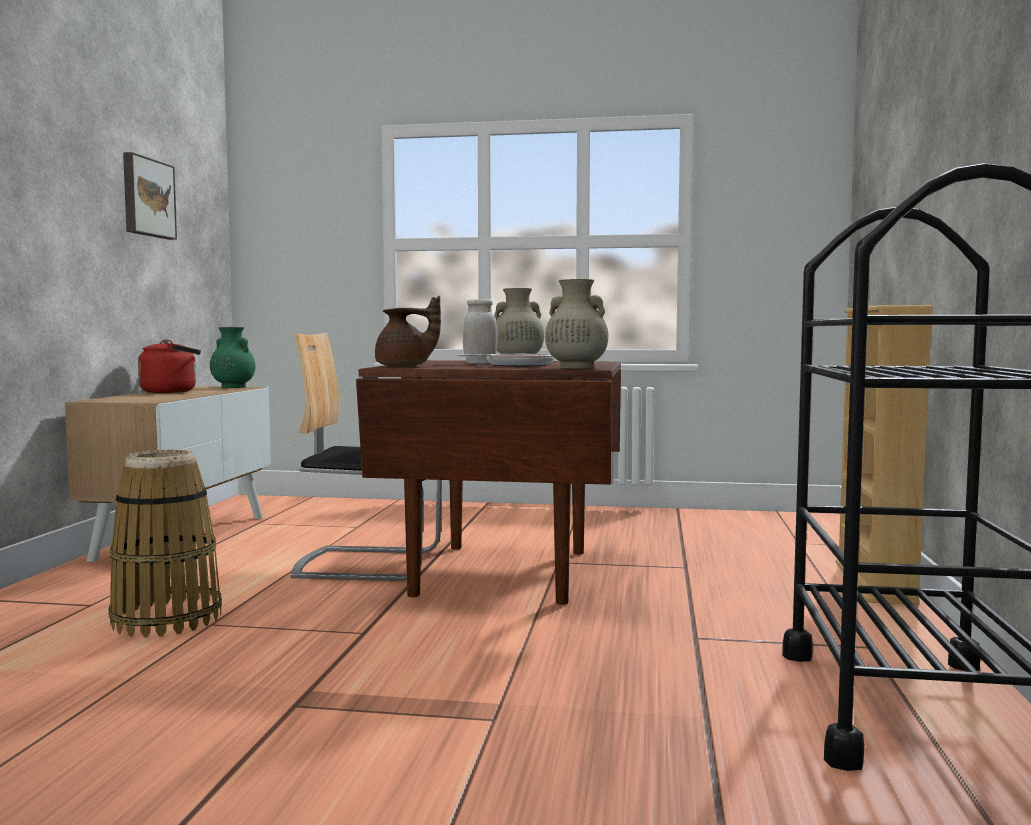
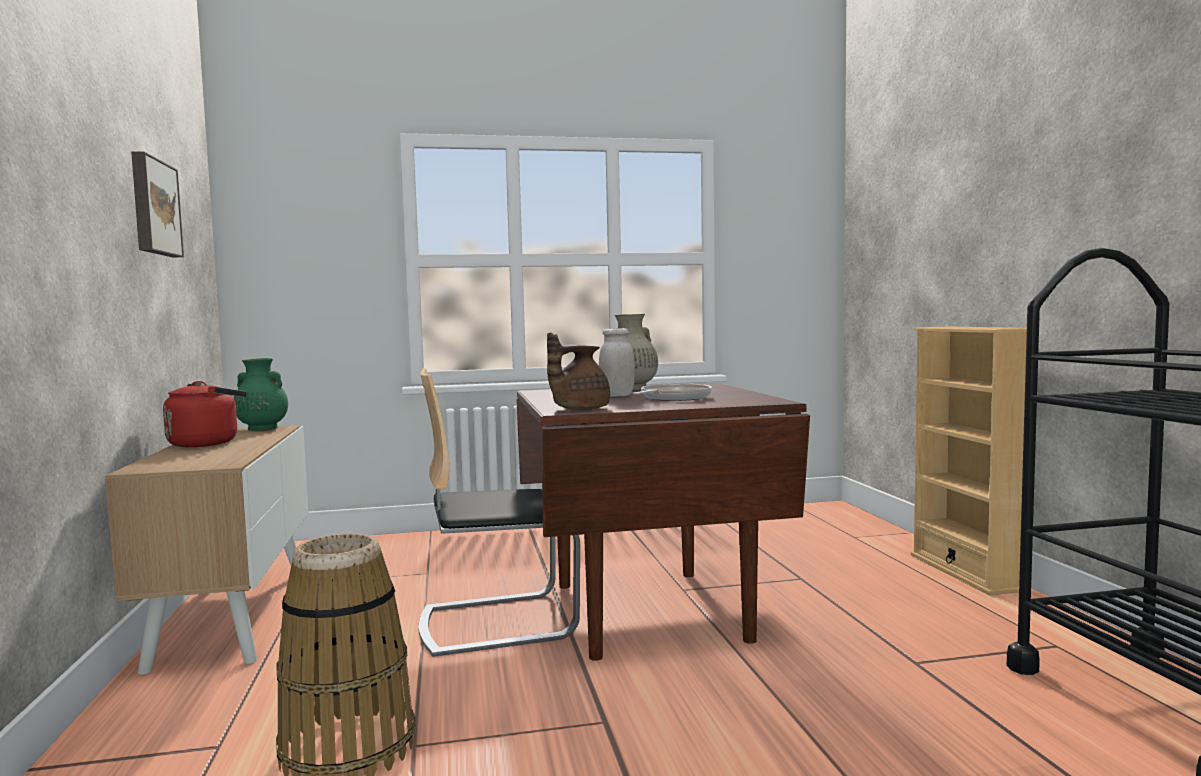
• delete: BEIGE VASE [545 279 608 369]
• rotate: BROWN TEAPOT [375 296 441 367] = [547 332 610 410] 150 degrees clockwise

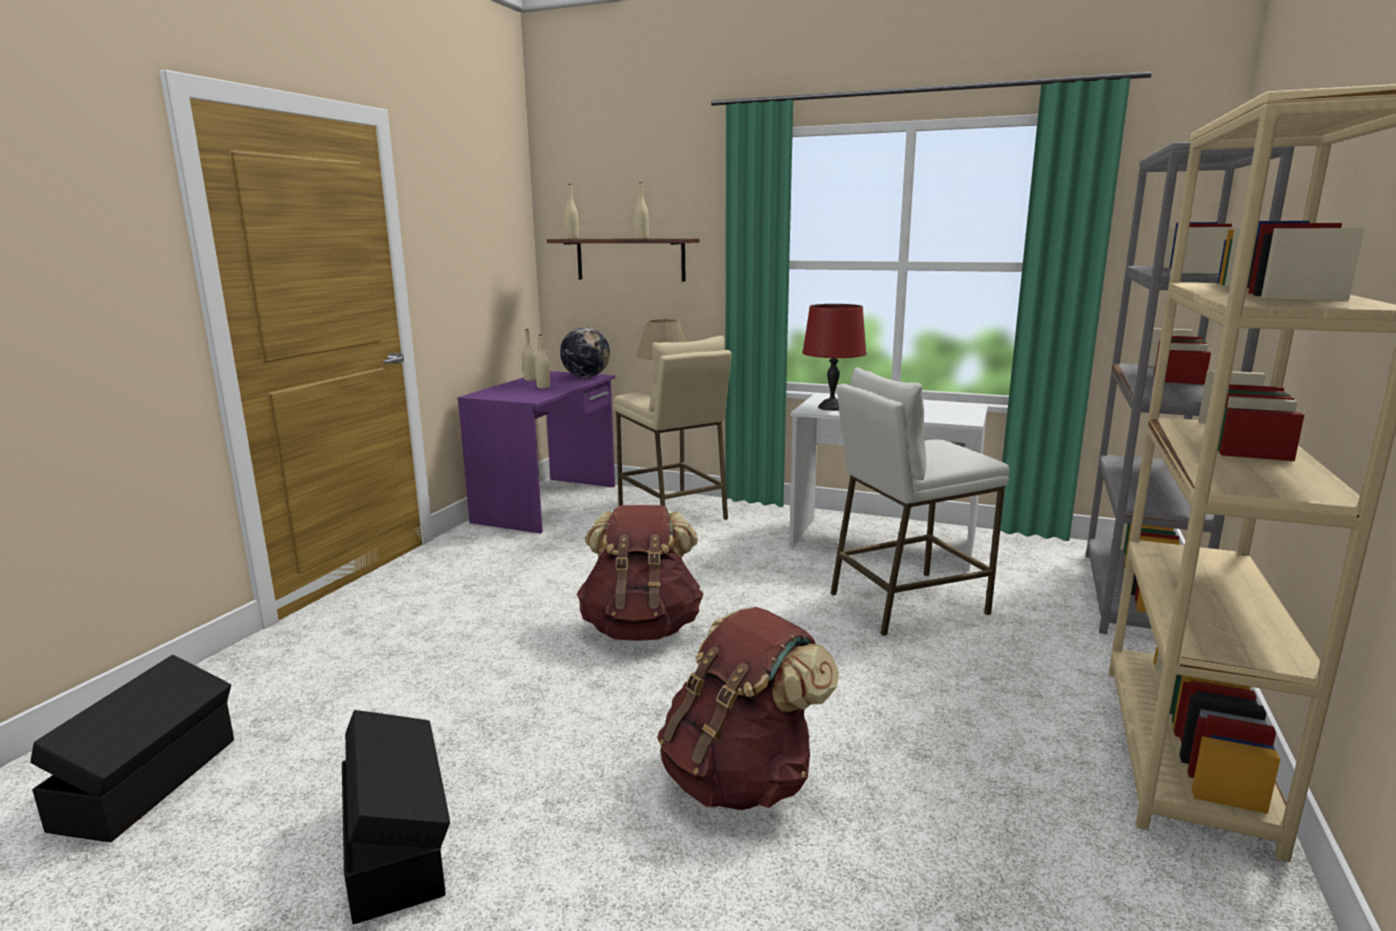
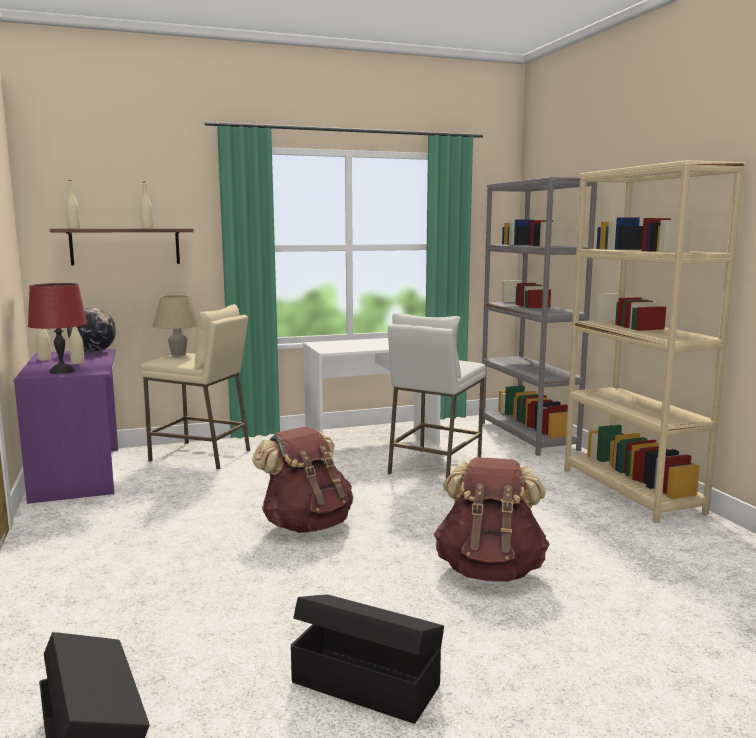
• move: RED TABLE LAMP [802 304 866 411] to [28 283 87 374]

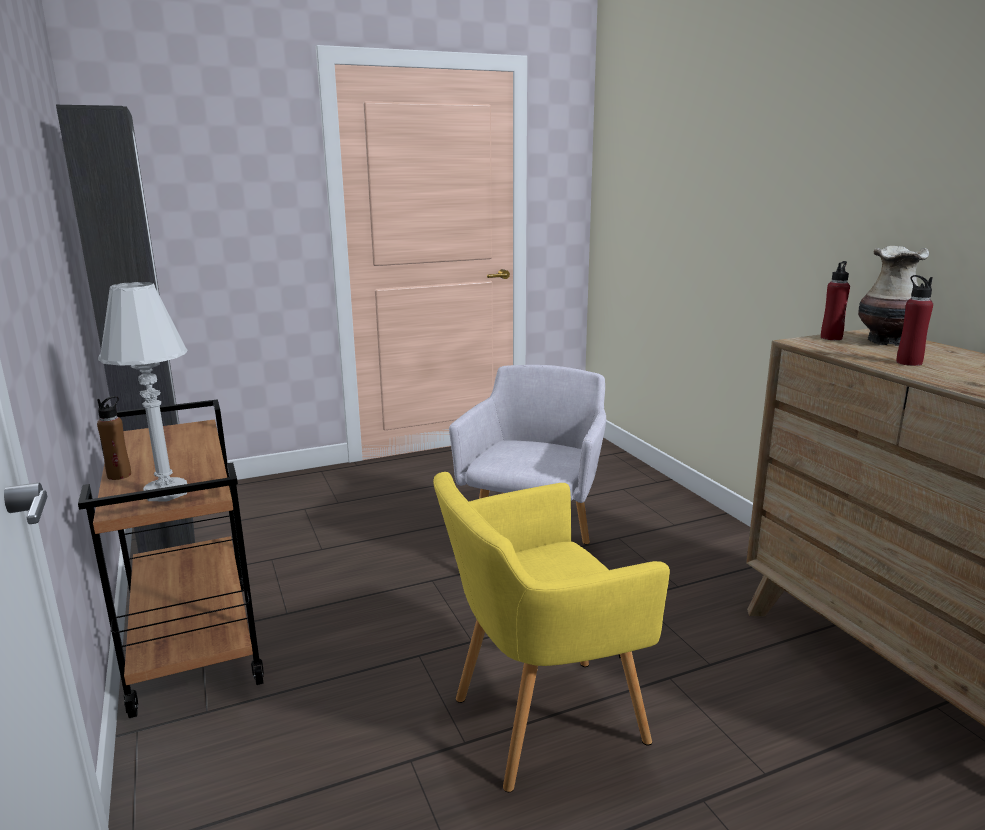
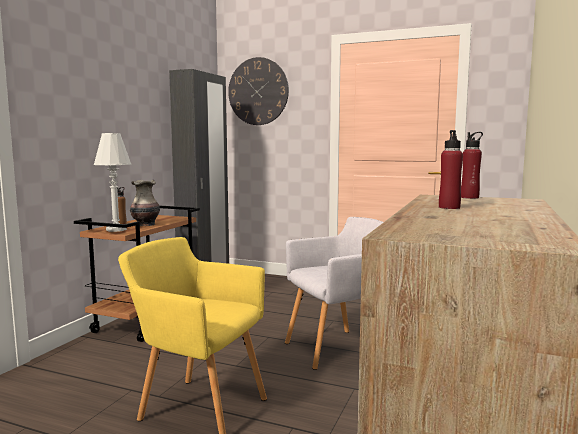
• move: VASE [858 246 929 346] to [130 180 160 226]
• insert: WALL CLOCK [228 57 289 125]

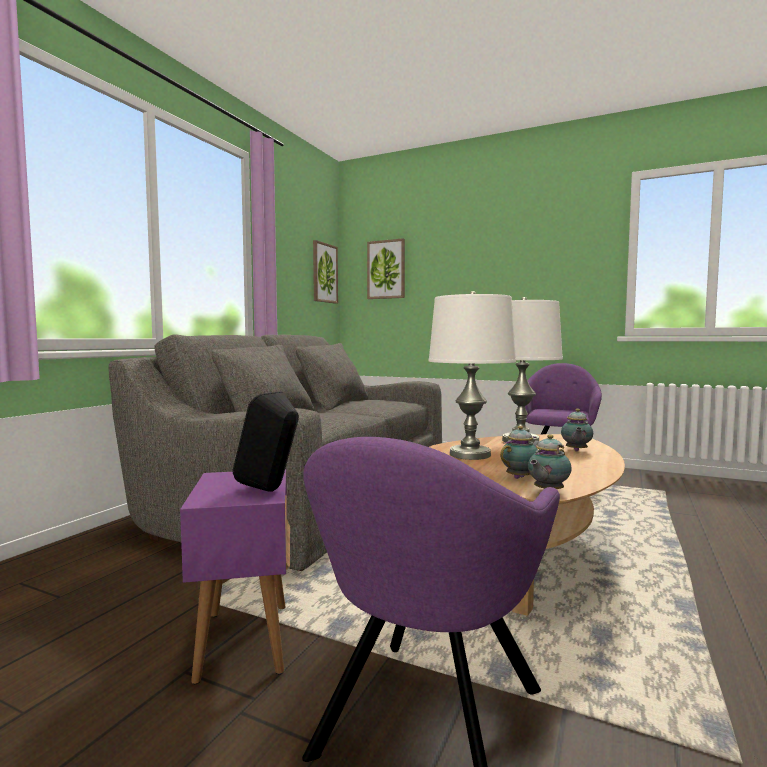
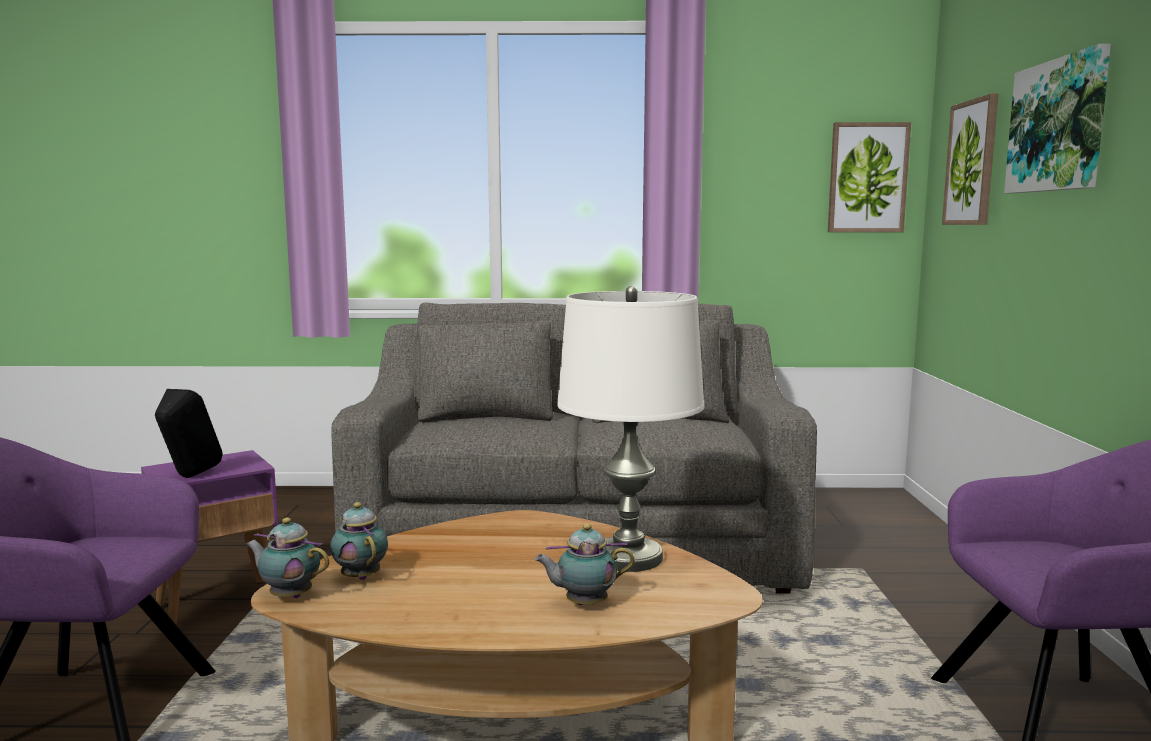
• delete: WHITE TABLE LAMP [429 291 516 460]
• rotate: TEAPOT [500 426 540 479] = [330 502 388 580] 150 degrees counterclockwise
• insert: PICTURE [1004 44 1111 193]

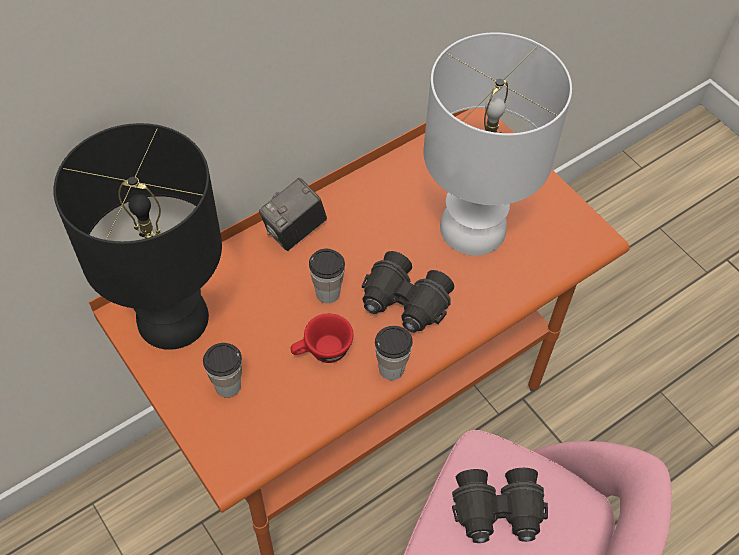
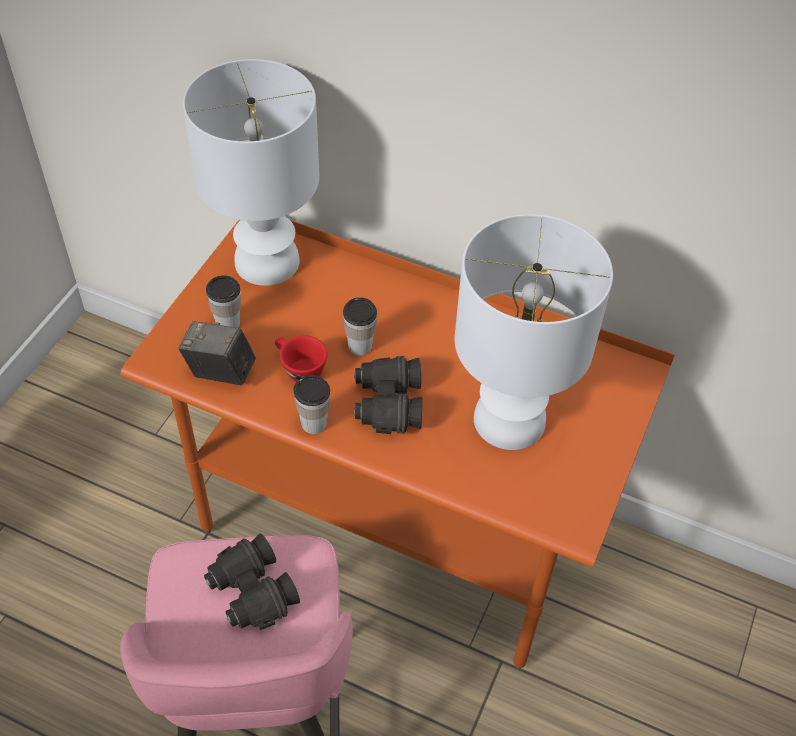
• recolor: BLACK TABLE LAMP [53 123 222 350] to WHITE TABLE LAMP [183 59 319 286]
• move: PHOTO CAMERA [259 178 327 251] to [178 321 256 386]

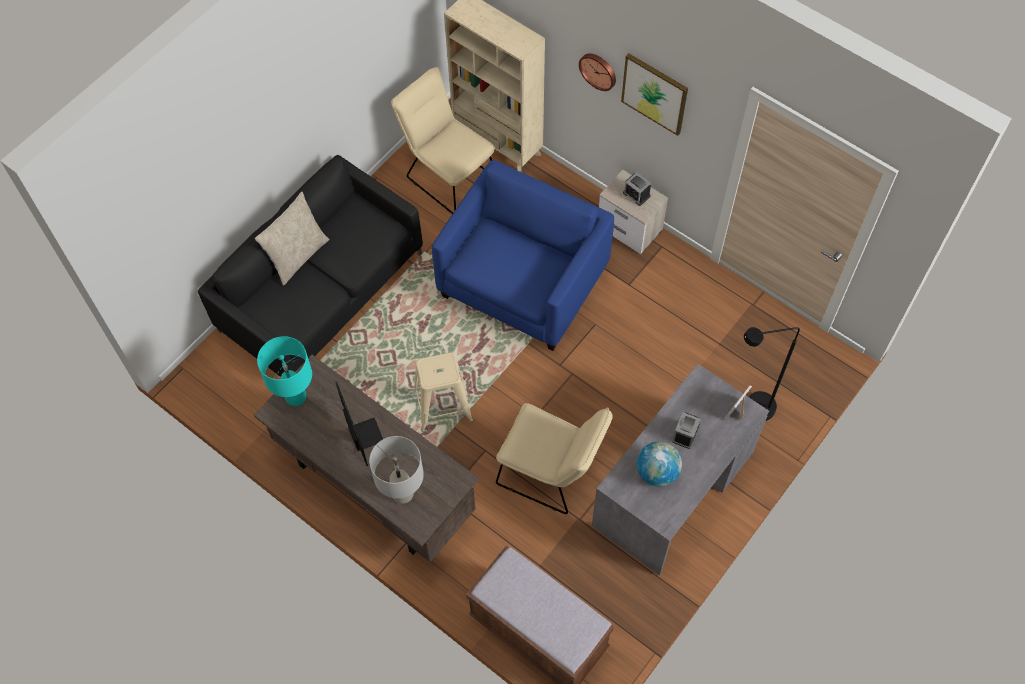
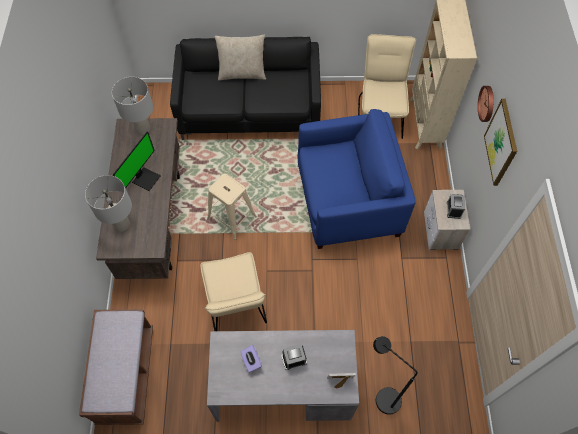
• recolor: TURQUOISE TABLE LAMP [257 336 312 406] to GREY TABLE LAMP [112 77 153 136]
• replace: GLOBE [637 441 682 487] to PURPLE TISSUE BOX [240 345 262 372]

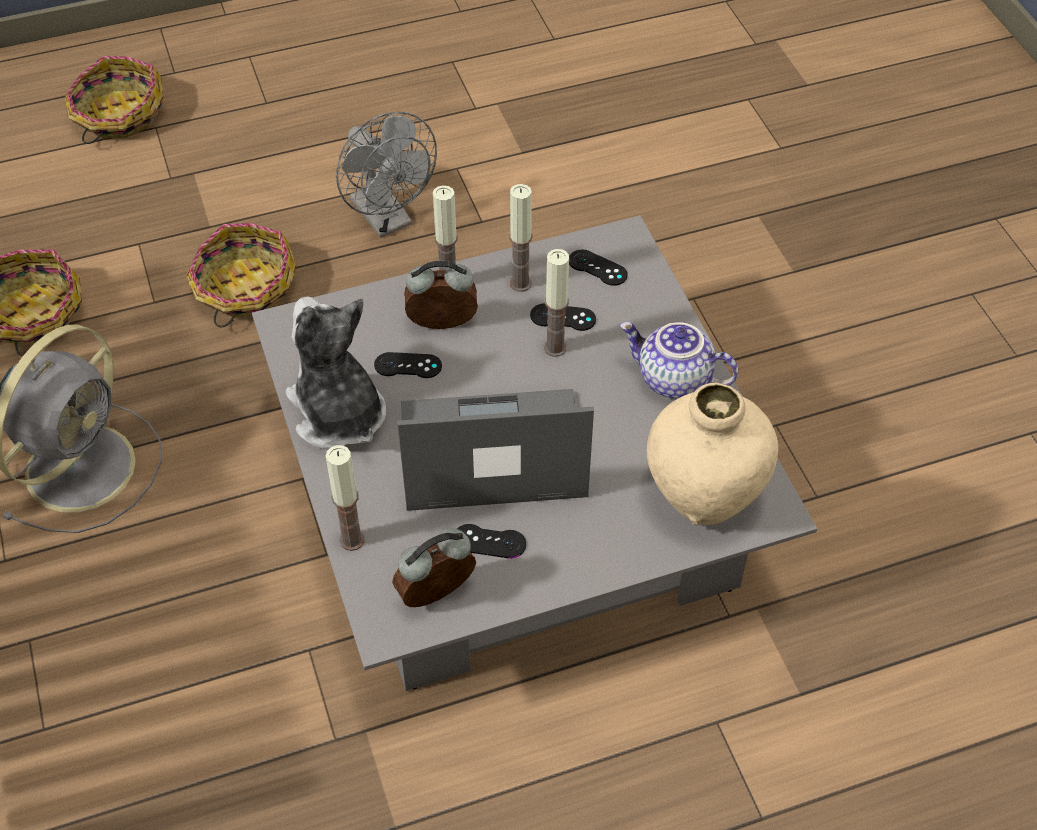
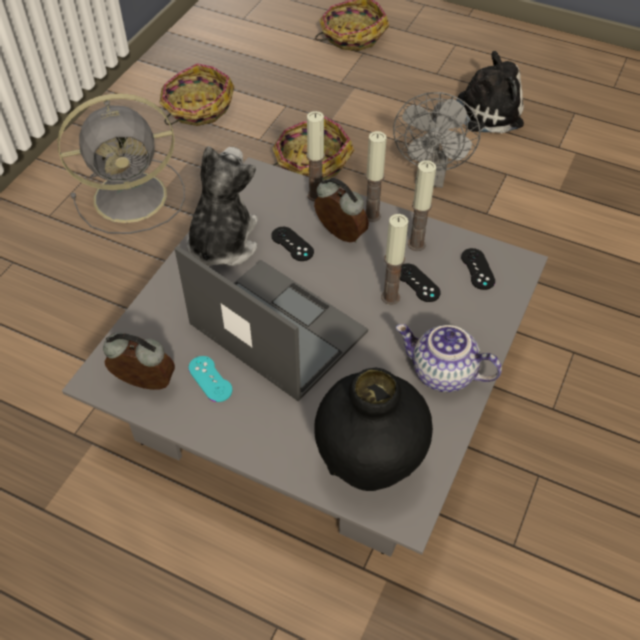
• rotate: TEAPOT [620 322 738 398] = [396 324 502 392] 45 degrees counterclockwise
• recolor: BEIGE VASE [647 383 778 526] to BLACK VASE [314 368 433 491]
• move: CANDLE [326 445 365 551] to [306 111 325 201]
• recolor: BLACK GAME CONTROLLER [457 524 526 558] to TURQUOISE GAME CONTROLLER [188 356 232 402]
• insert: PLUSH TOY [456 51 524 133]

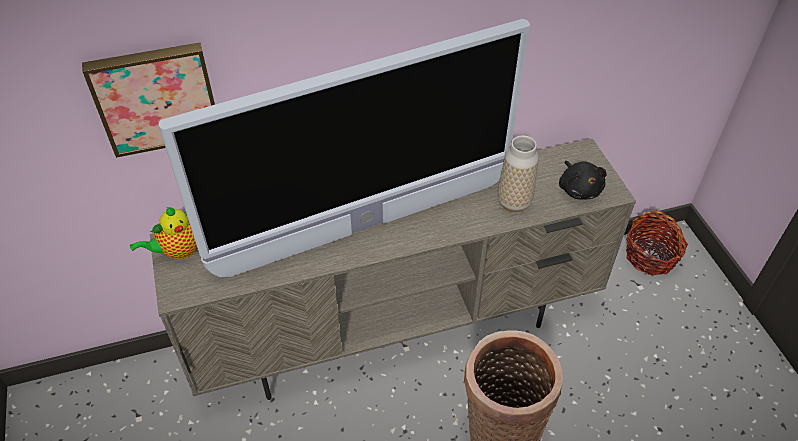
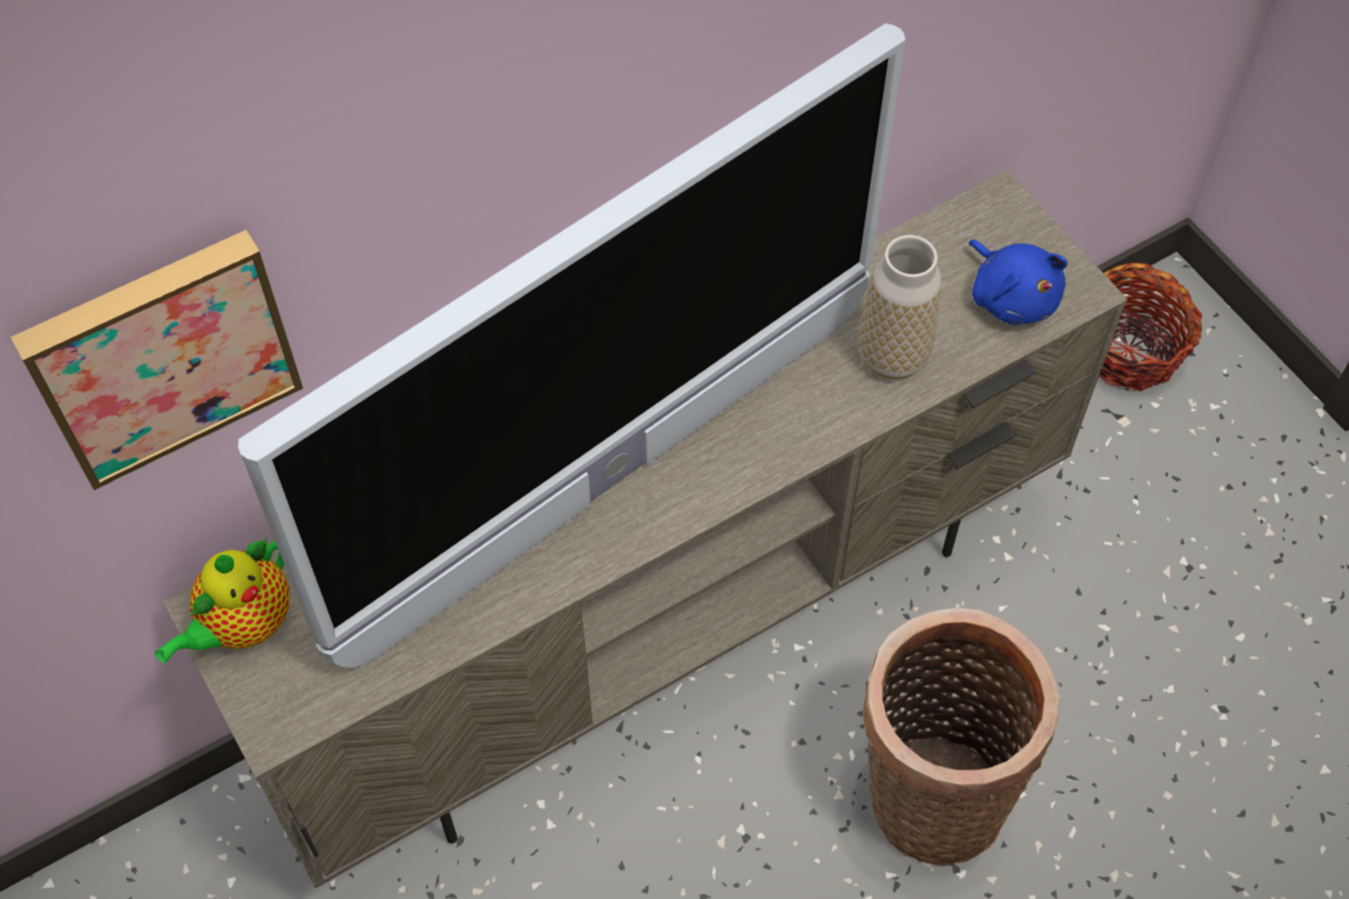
• recolor: BLACK PLUSH TOY [559 161 607 200] to BLUE PLUSH TOY [969 239 1067 325]

